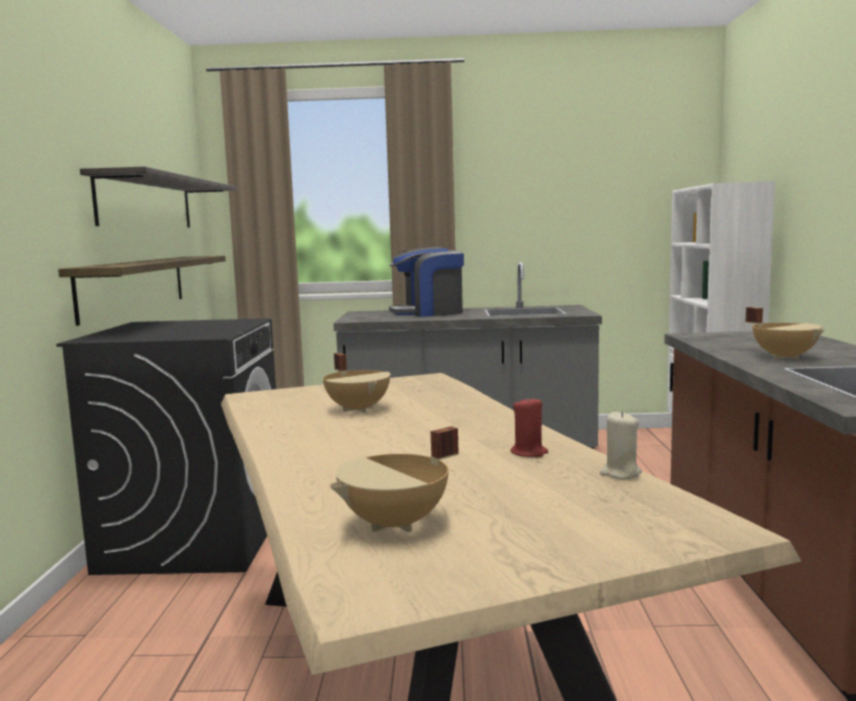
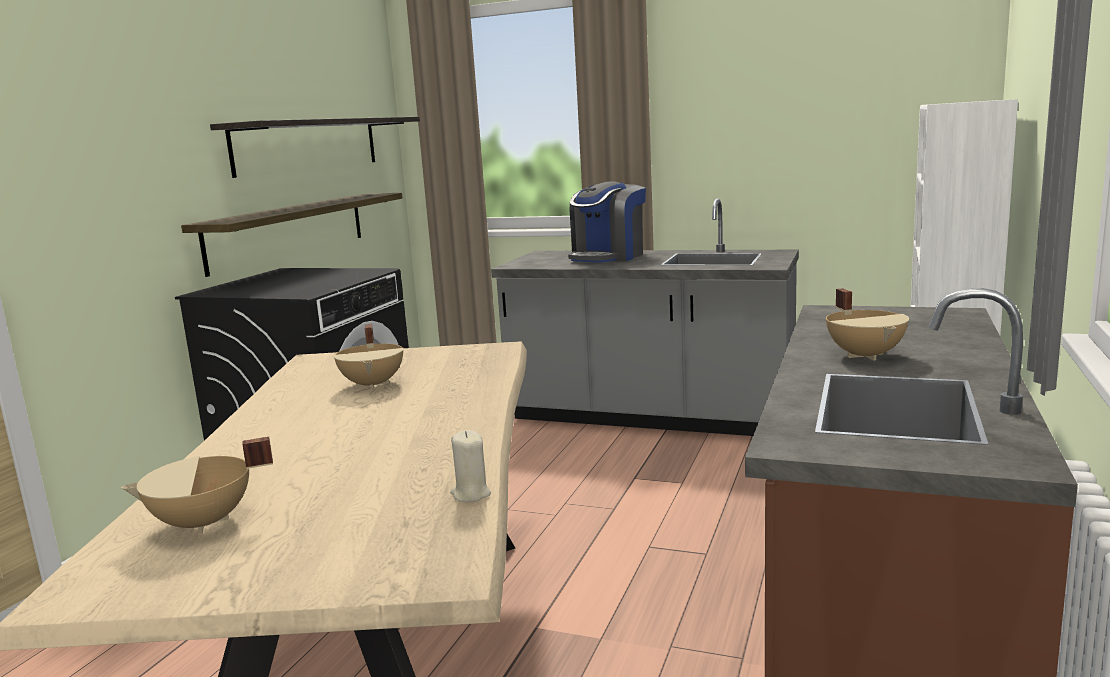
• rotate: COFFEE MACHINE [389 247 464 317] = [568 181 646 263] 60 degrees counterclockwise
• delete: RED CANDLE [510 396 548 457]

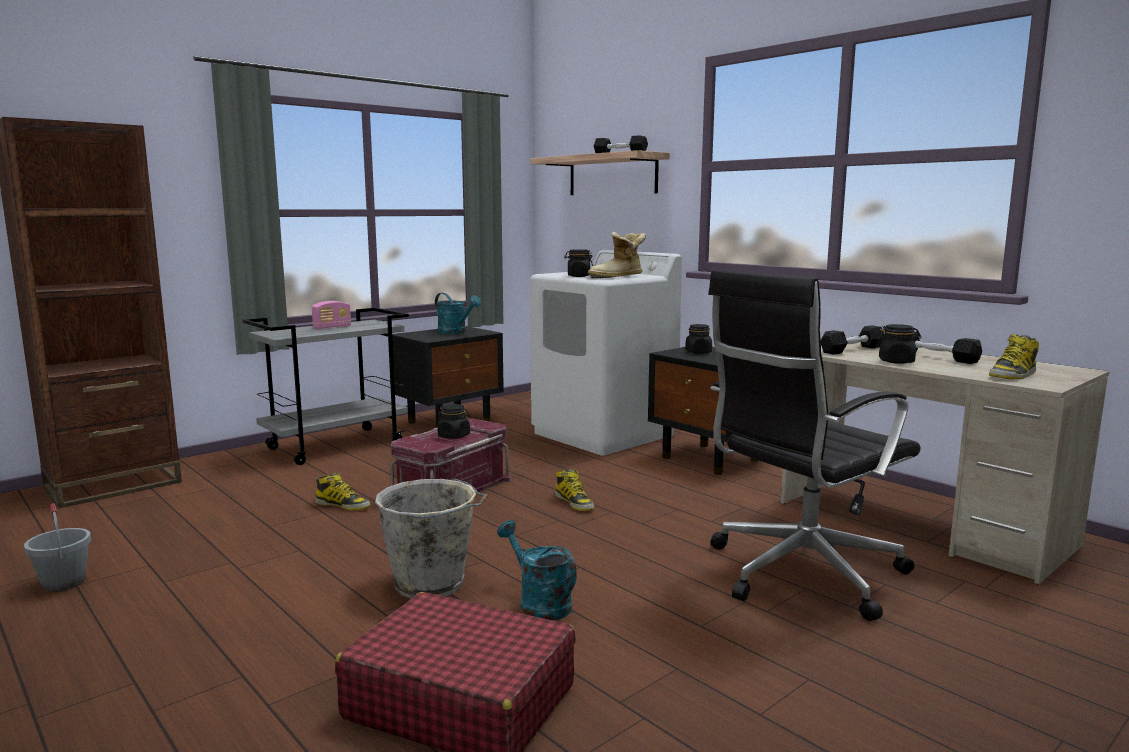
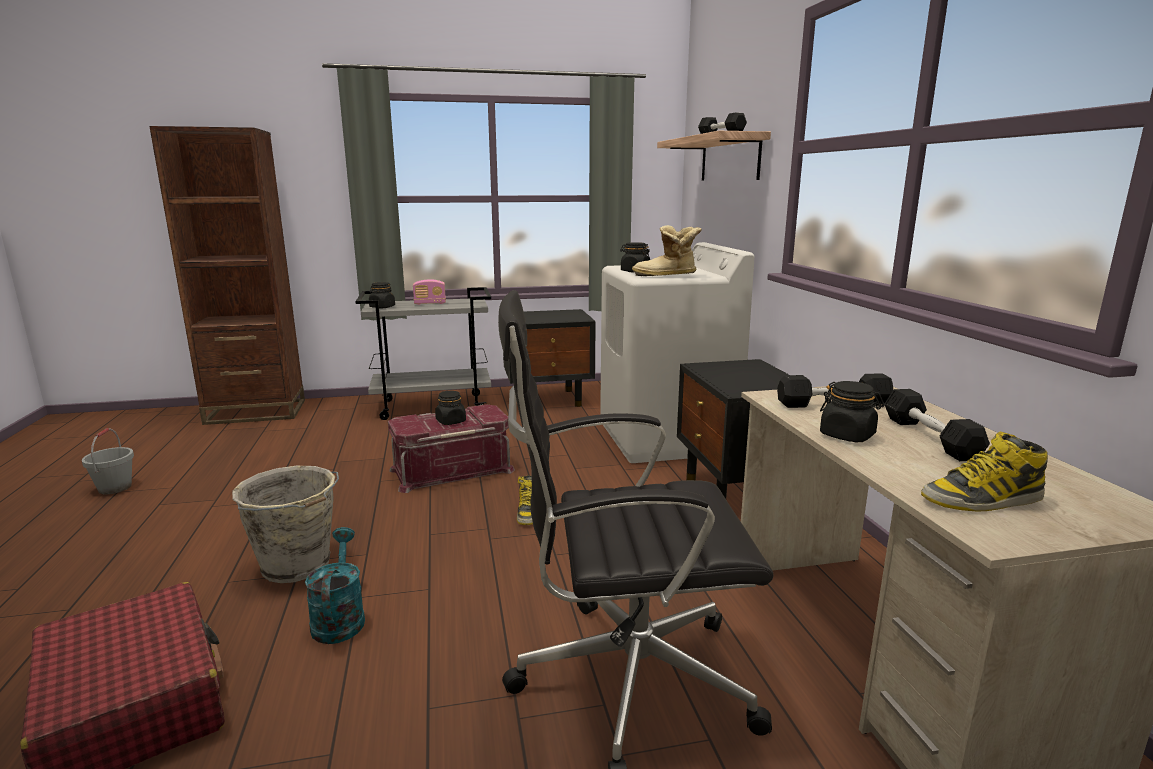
• delete: TURQUOISE WATERING CAN [435 293 481 334]
• move: BLACK JAR [685 324 712 354] to [369 282 395 308]
• delete: BOOT [315 472 370 510]

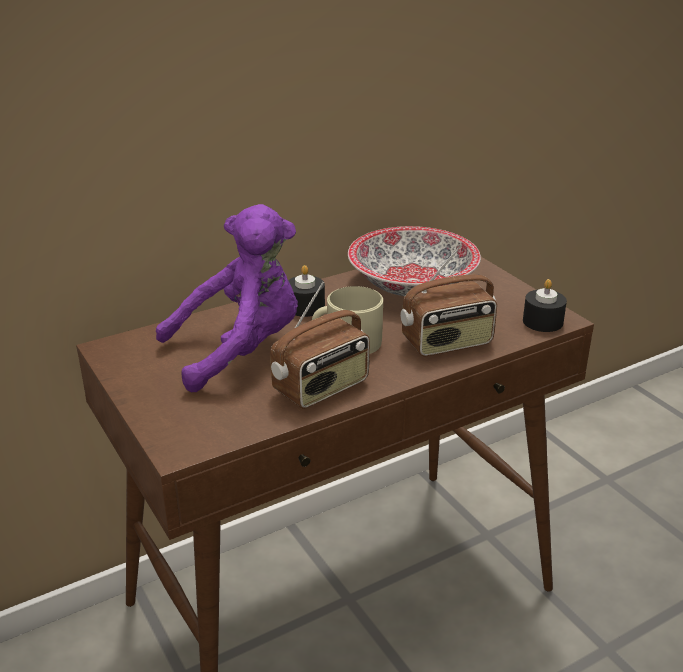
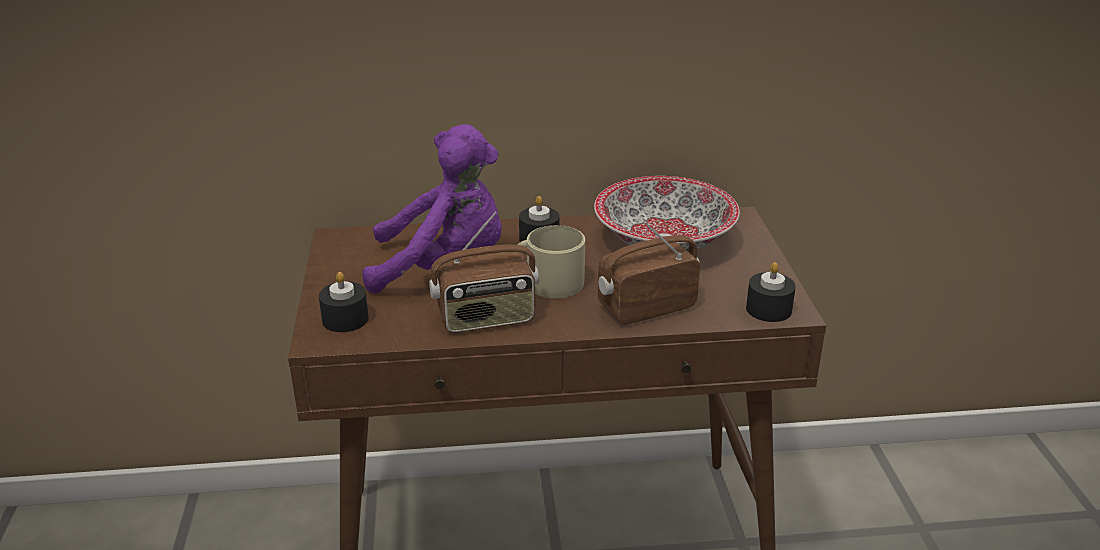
• rotate: RADIO [400 244 497 356] = [598 221 700 325] 150 degrees clockwise
• insert: BLACK CANDLE [319 272 369 332]

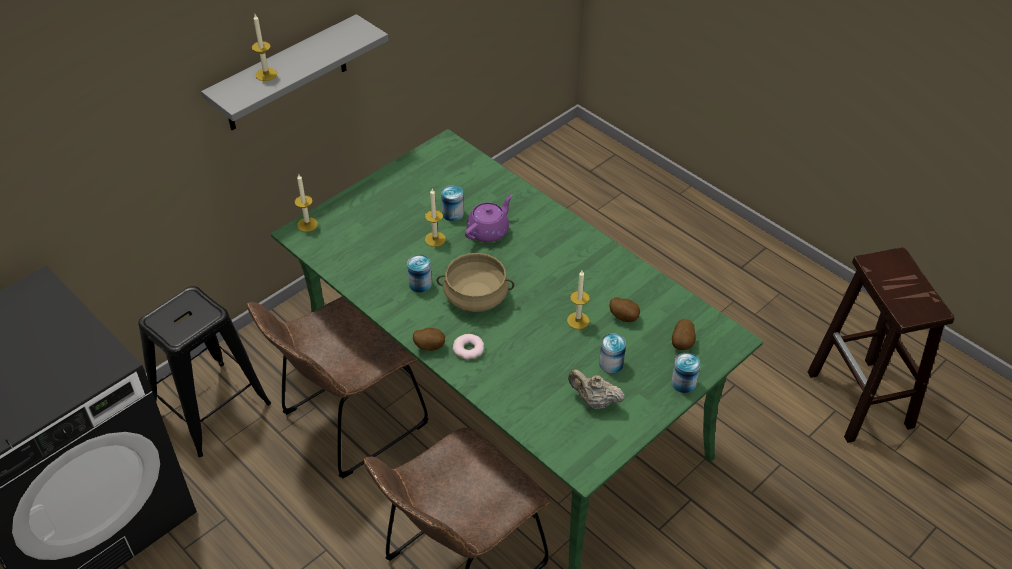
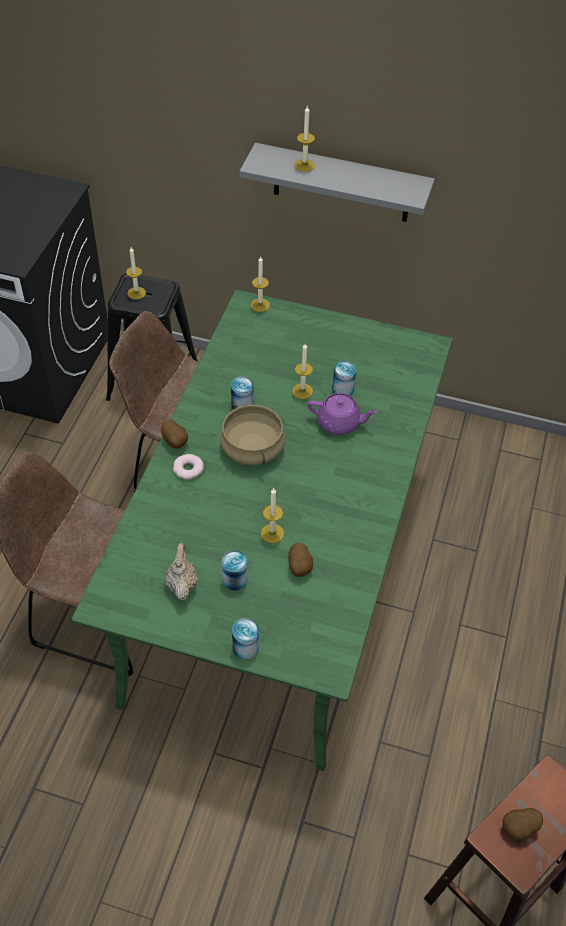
• move: POTATO [672 319 696 350] to [502 808 543 840]
• insert: CANDLE [126 247 146 300]

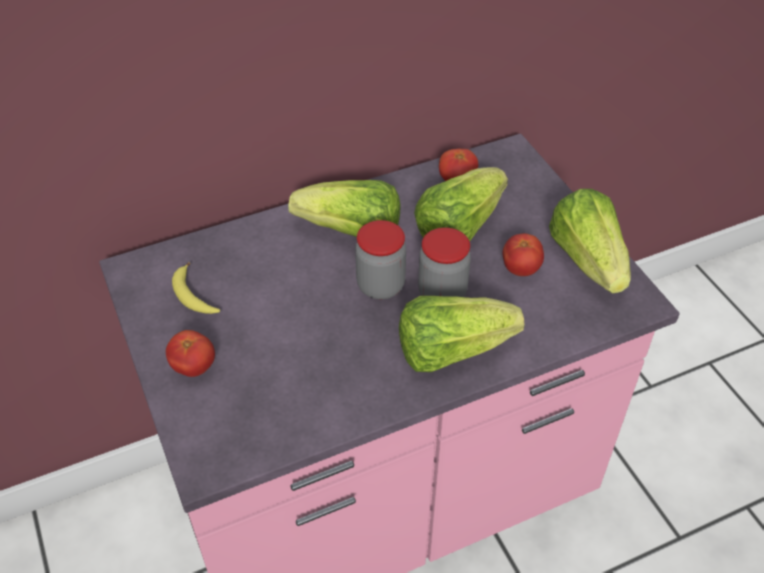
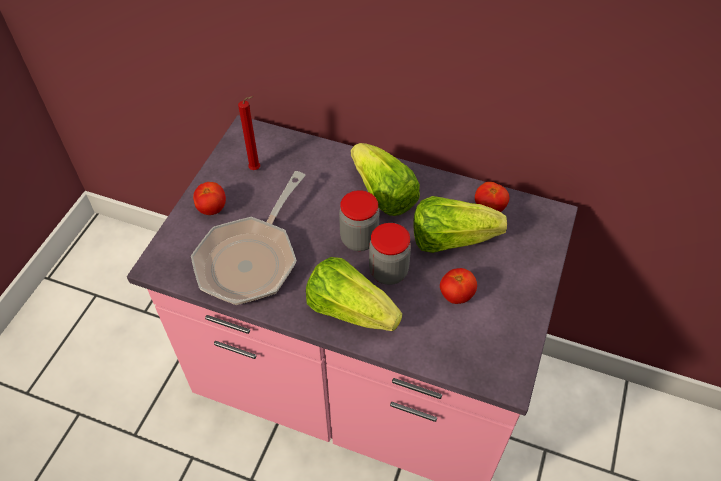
• delete: LETTUCE [549 189 631 293]
• replace: BANANA [172 262 220 314] to RED CANDLE [238 96 260 170]
• insert: FRYING PAN [191 171 306 305]

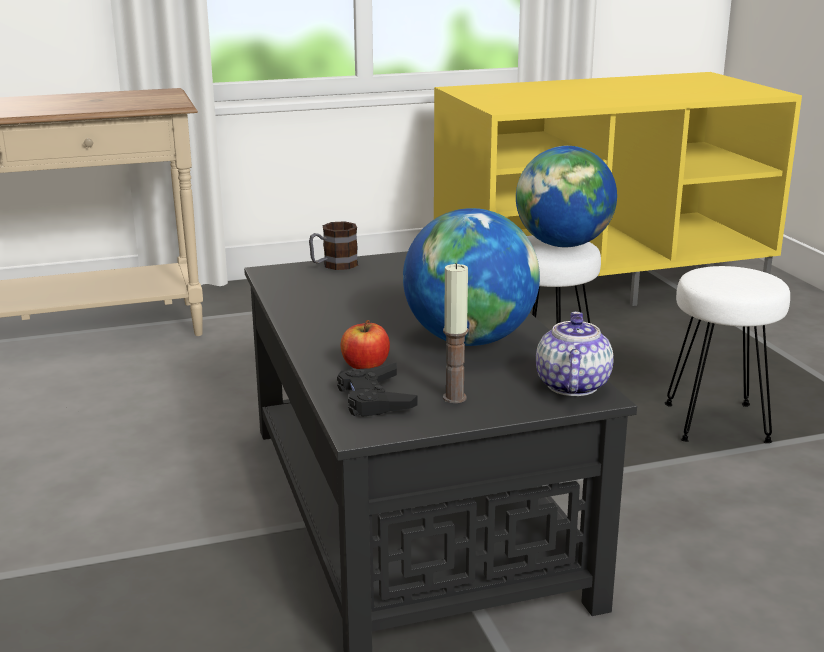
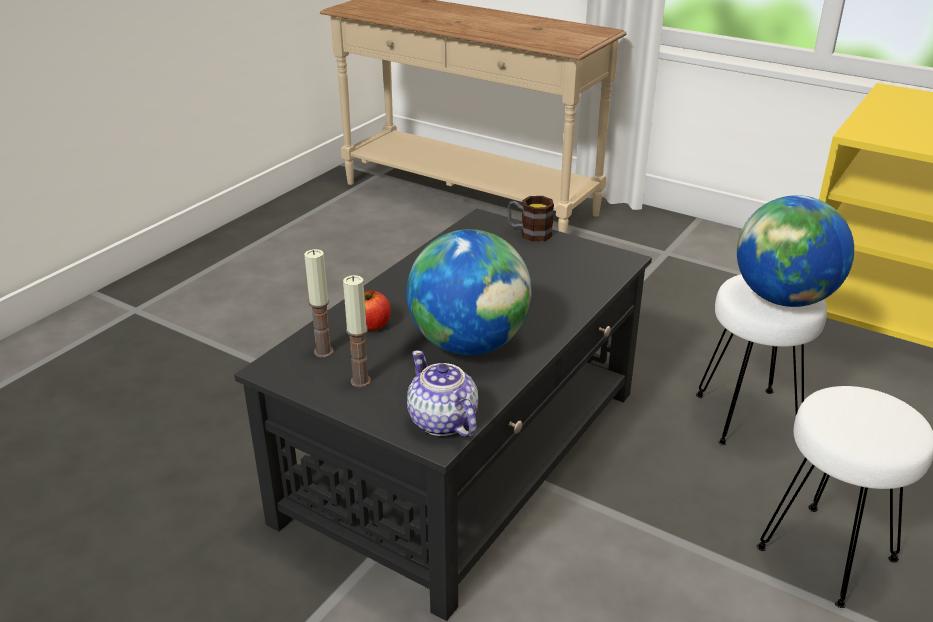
• rotate: TEAPOT [536 312 614 396] = [407 350 478 437] 90 degrees counterclockwise
• replace: BLACK GAME CONTROLLER [337 362 418 417] to CANDLE [304 249 334 358]

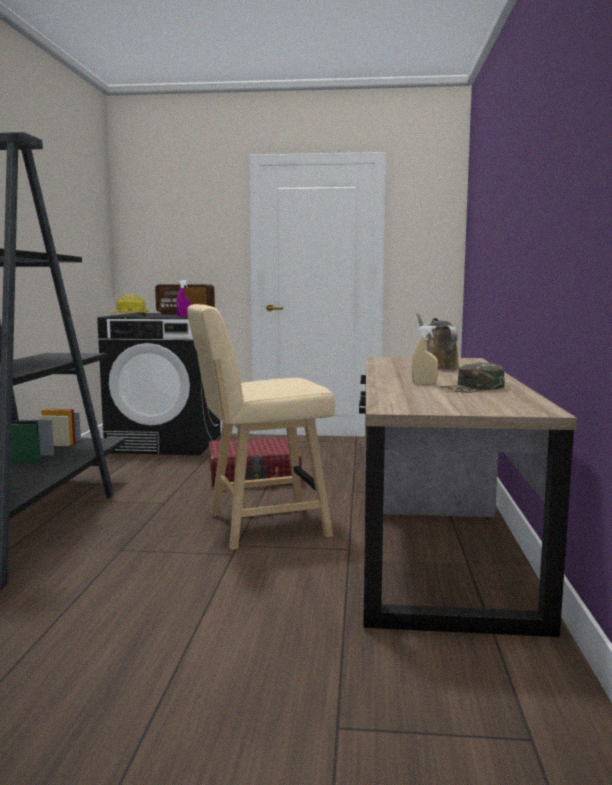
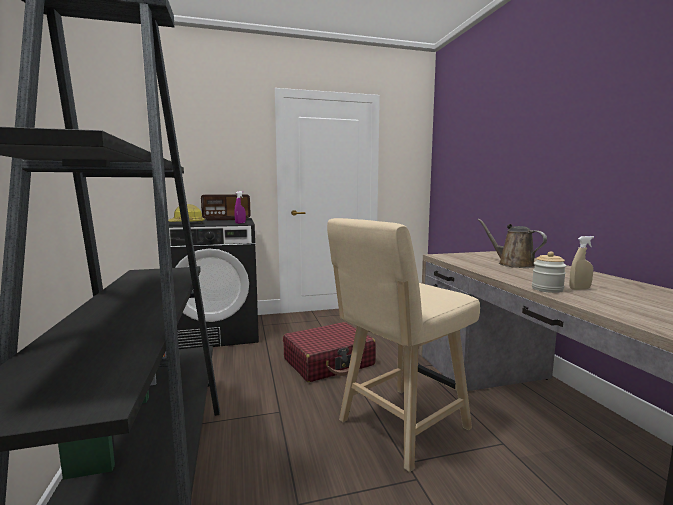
• delete: GREEN CAP [440 362 505 393]
• insert: JAR [532 251 566 293]

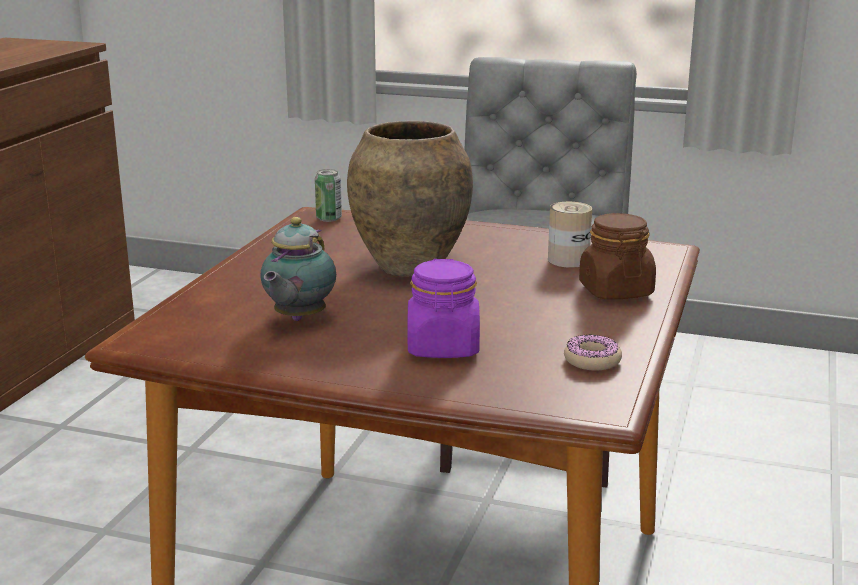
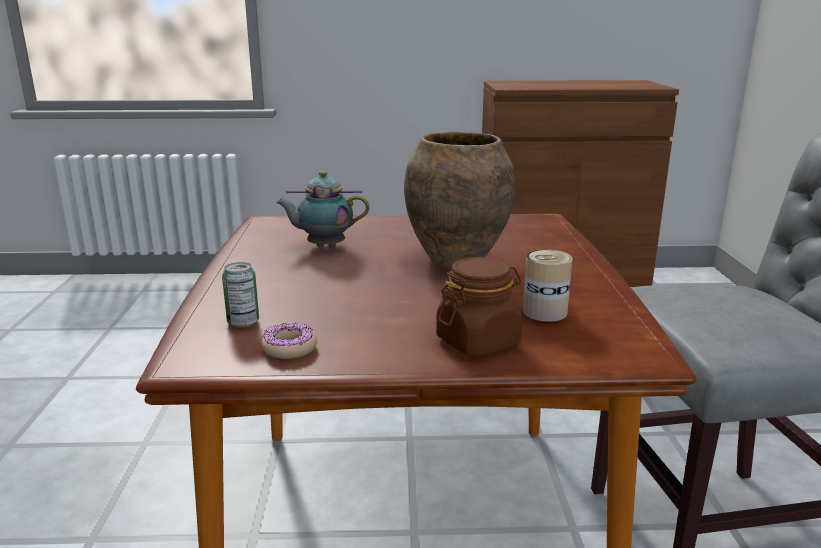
• move: CAN [315 169 342 222] to [222 262 259 328]
• delete: PURPLE JAR [407 259 480 358]

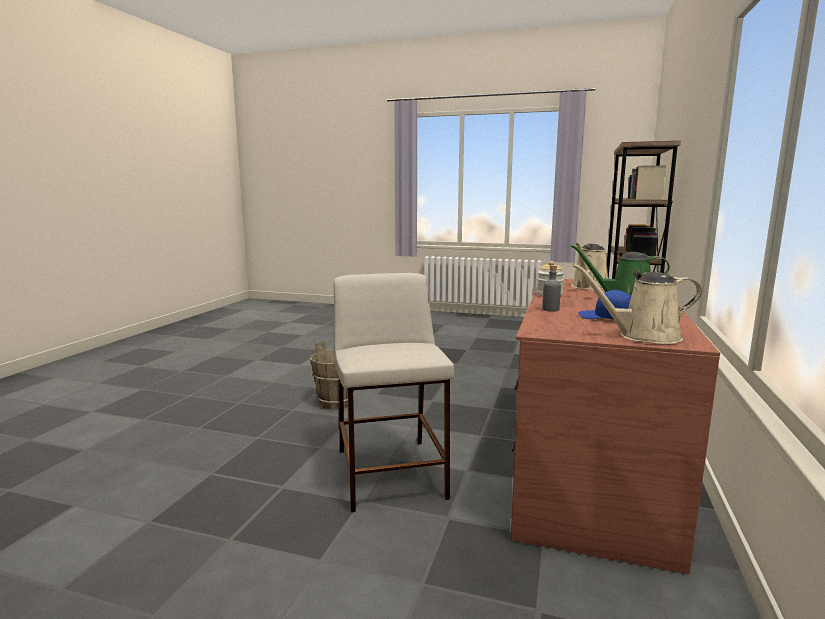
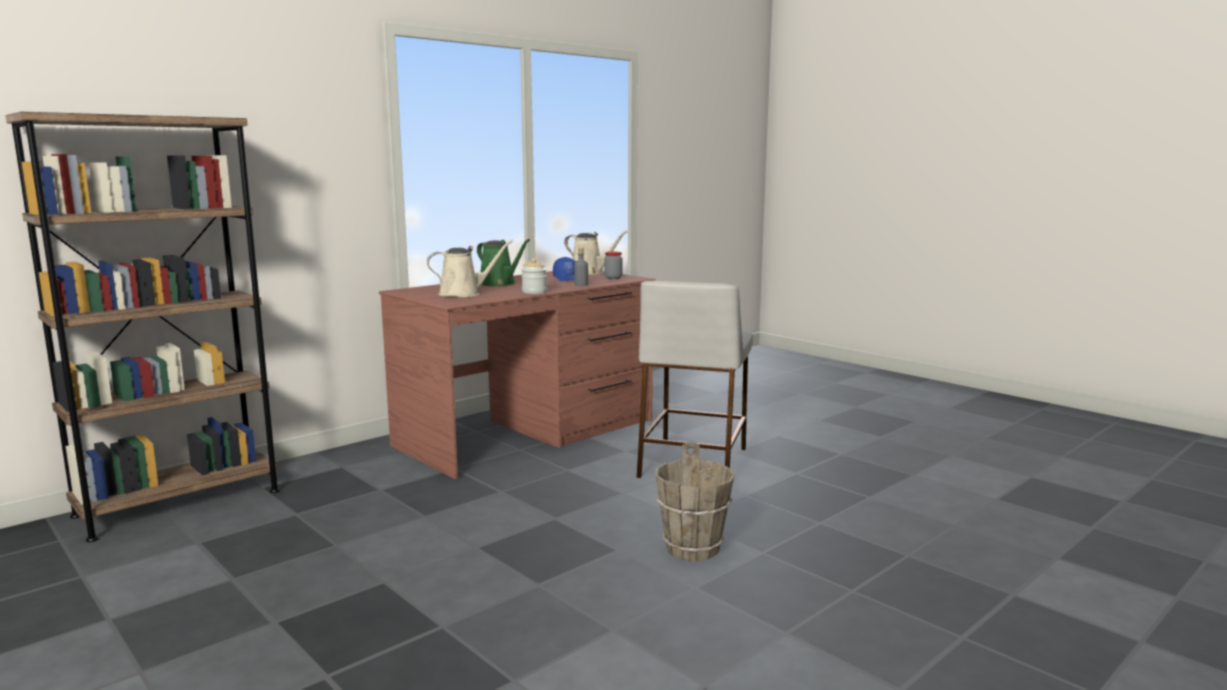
• insert: JAR [605 252 622 279]

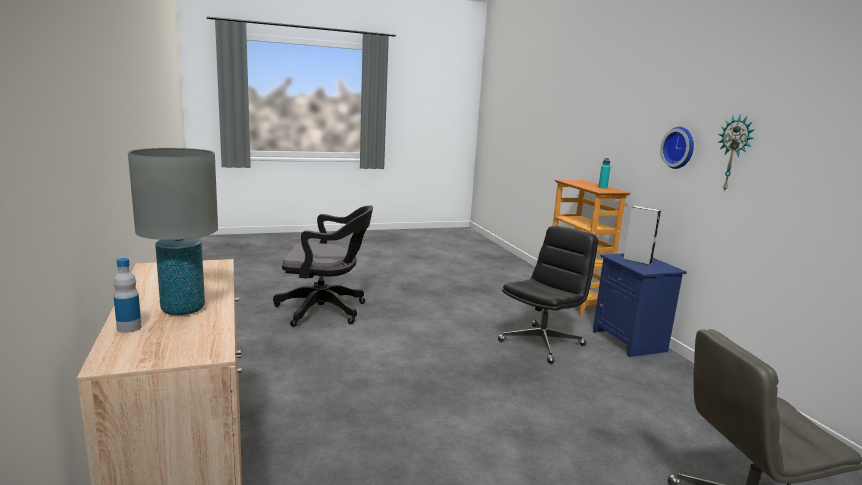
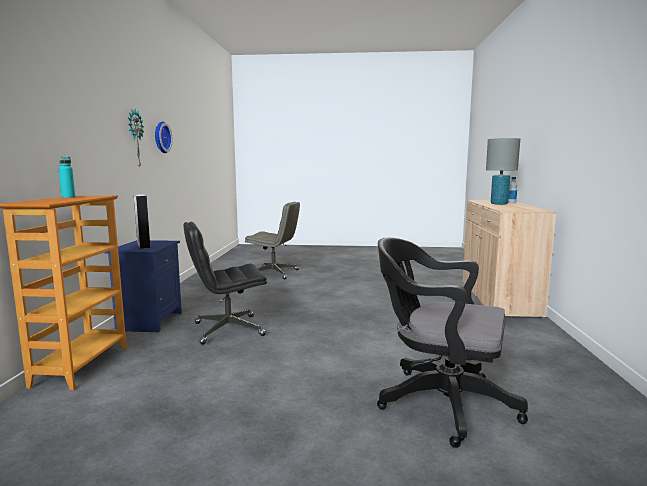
• move: WALL CLOCK [660 127 694 169] to [155 121 173 153]

